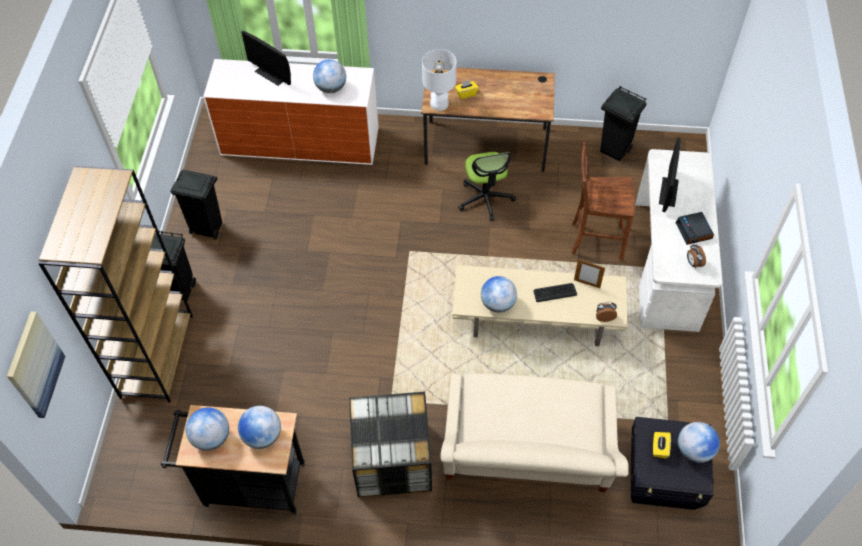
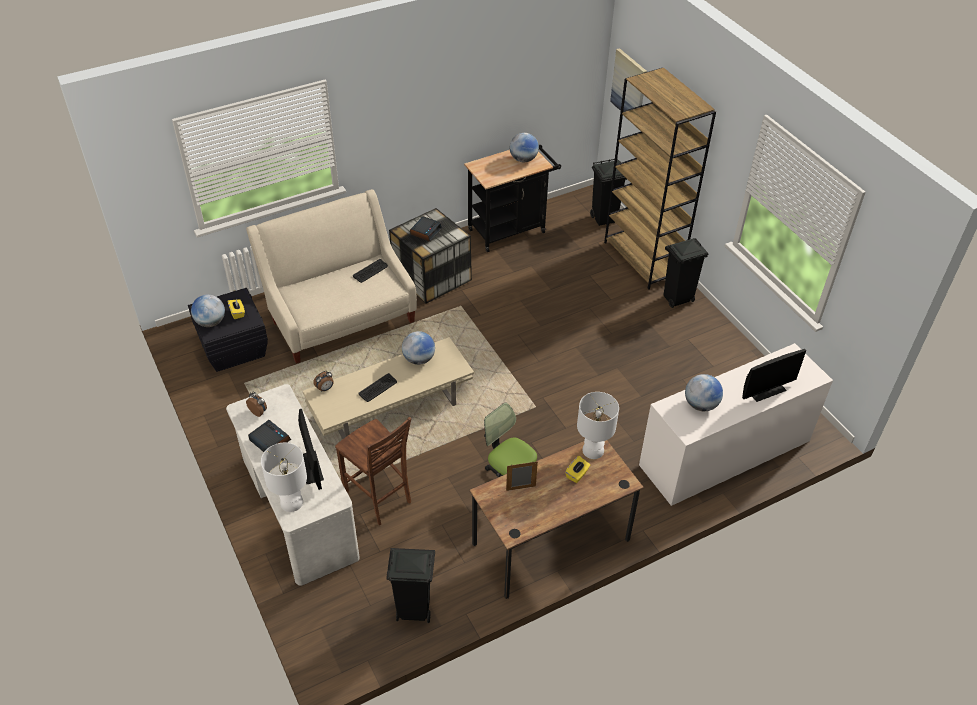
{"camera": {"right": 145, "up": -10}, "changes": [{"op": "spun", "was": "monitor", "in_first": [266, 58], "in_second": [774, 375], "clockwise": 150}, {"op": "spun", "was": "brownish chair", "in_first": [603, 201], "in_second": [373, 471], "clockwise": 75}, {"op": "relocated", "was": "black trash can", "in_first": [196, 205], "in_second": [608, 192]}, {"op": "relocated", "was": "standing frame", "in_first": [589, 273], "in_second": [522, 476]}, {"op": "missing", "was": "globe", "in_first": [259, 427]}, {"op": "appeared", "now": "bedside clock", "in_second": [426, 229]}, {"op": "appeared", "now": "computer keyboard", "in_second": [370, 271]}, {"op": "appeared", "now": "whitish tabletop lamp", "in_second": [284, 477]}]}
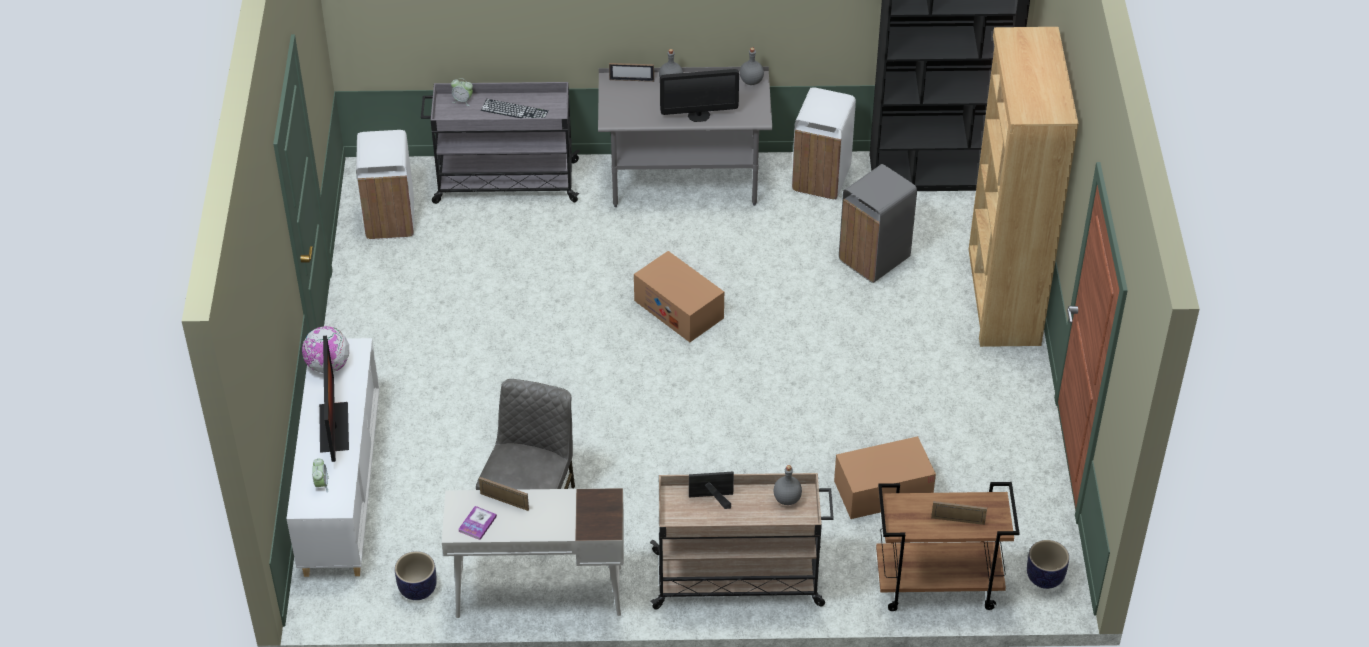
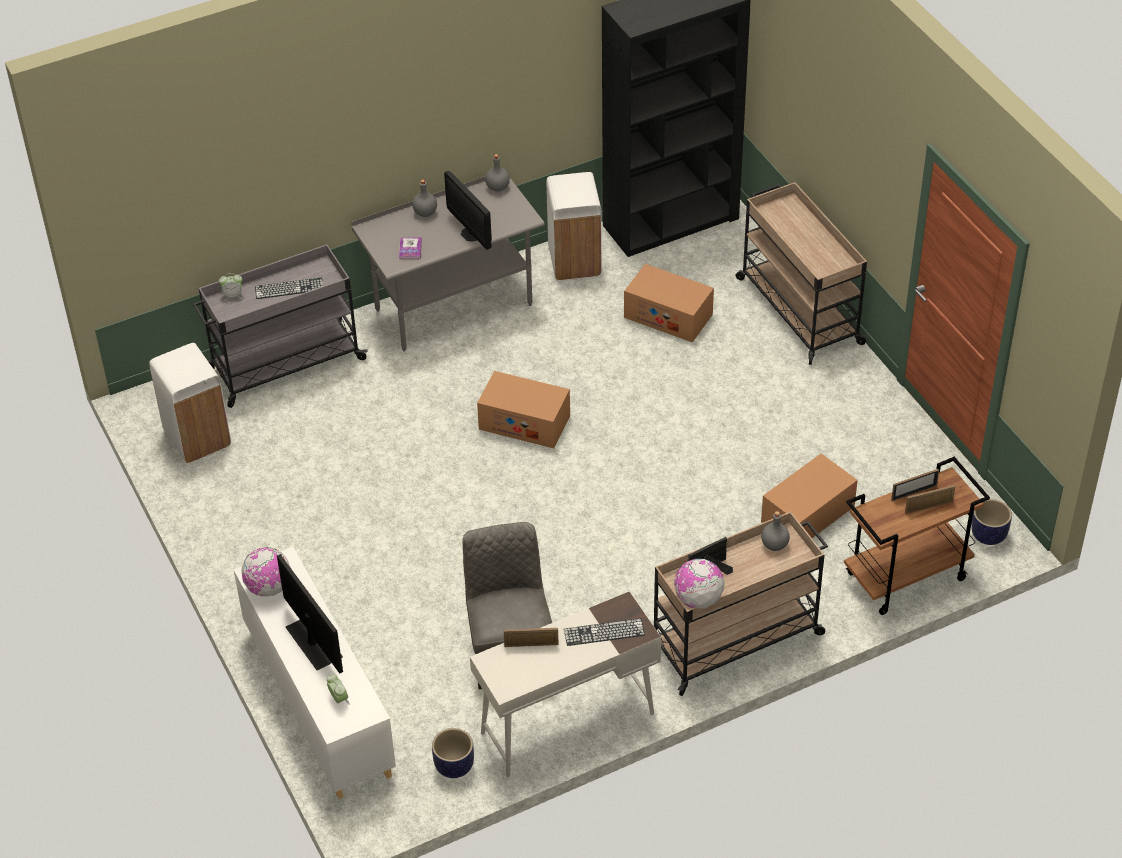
{"camera": {"right": -25, "up": 0}, "changes": [{"op": "exchanged", "was": "brownish bookcase", "now": "sand-coloured wheeled cart", "in_first": [1023, 187], "in_second": [801, 273]}, {"op": "relocated", "was": "standing frame", "in_first": [631, 72], "in_second": [915, 485]}, {"op": "spun", "was": "monitor", "in_first": [699, 95], "in_second": [468, 210], "clockwise": 90}, {"op": "exchanged", "was": "grey trash can", "now": "packing box", "in_first": [878, 223], "in_second": [669, 303]}, {"op": "relocated", "was": "bound book", "in_first": [477, 523], "in_second": [410, 248]}, {"op": "appeared", "now": "globe", "in_second": [699, 583]}, {"op": "appeared", "now": "computer keyboard", "in_second": [604, 632]}]}
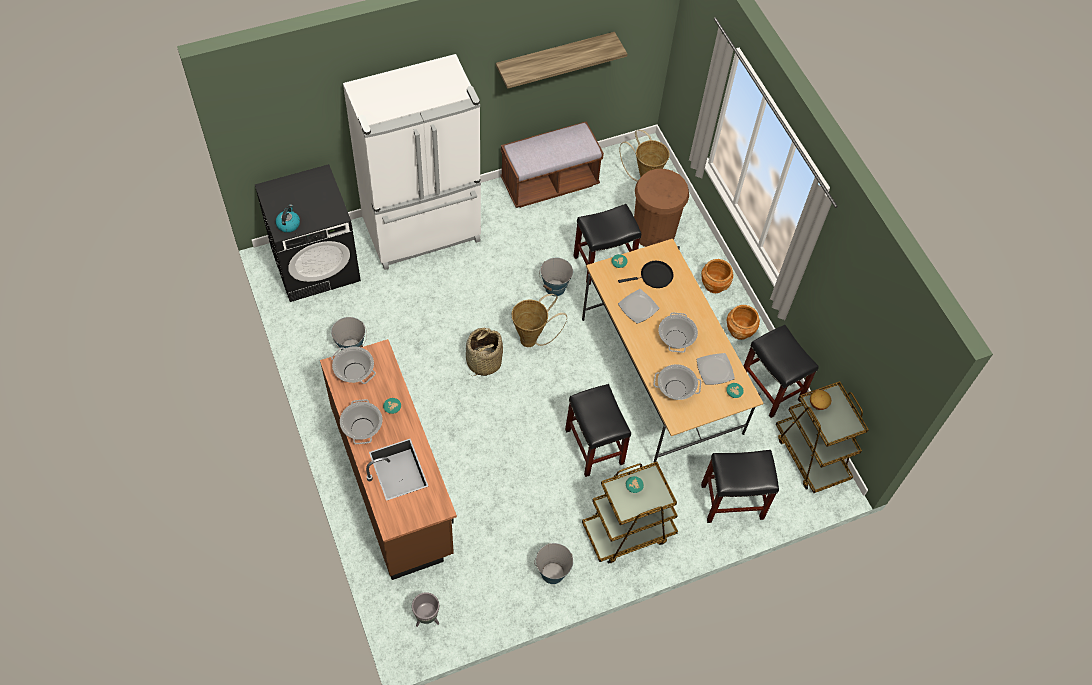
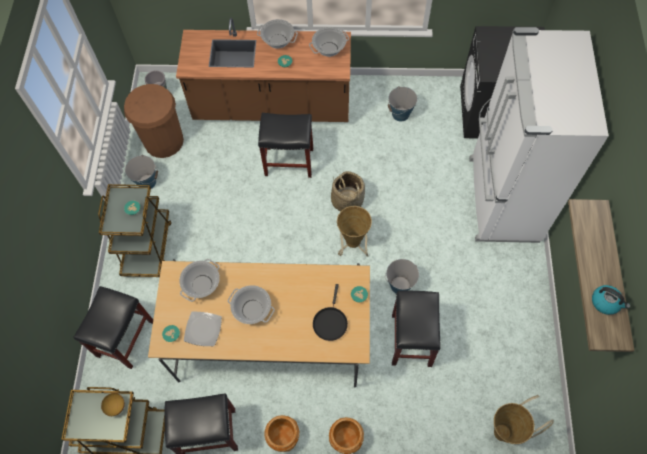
{"camera": {"right": 120, "up": 5}, "changes": [{"op": "missing", "was": "brownish bench", "in_first": [552, 164]}, {"op": "relocated", "was": "brownish trash can", "in_first": [661, 208], "in_second": [154, 121]}, {"op": "relocated", "was": "water kettle", "in_first": [288, 218], "in_second": [611, 300]}, {"op": "missing", "was": "plate", "in_first": [638, 306]}, {"op": "relocated", "was": "black stool", "in_first": [598, 430], "in_second": [285, 145]}]}
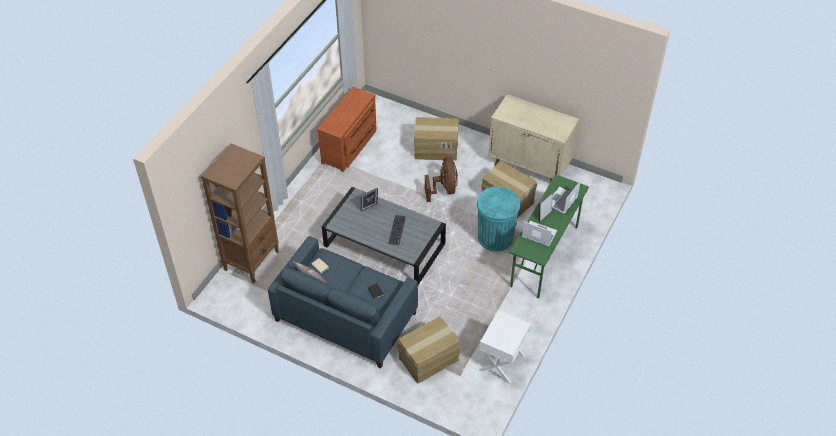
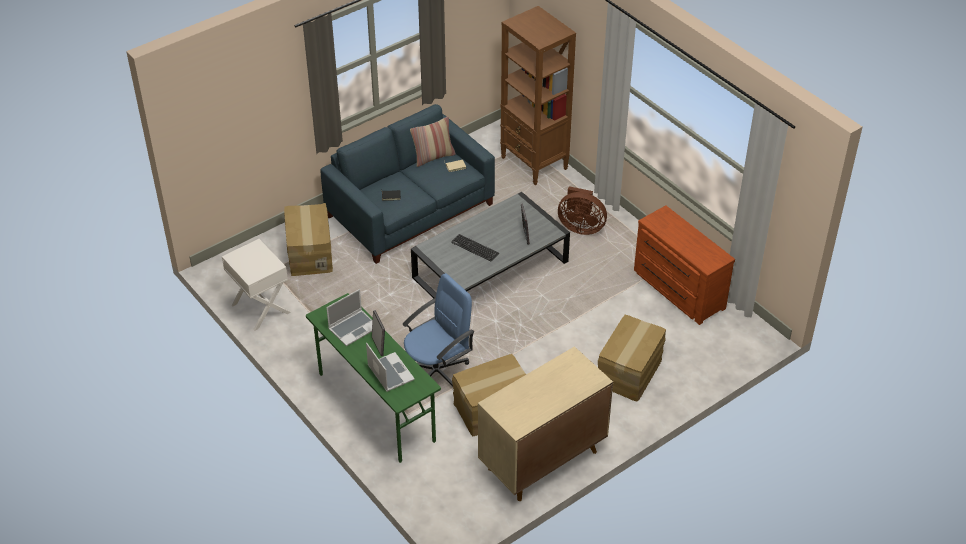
{"camera": {"right": 115, "up": -5}, "changes": [{"op": "relocated", "was": "brownish electric fan", "in_first": [441, 179], "in_second": [582, 210]}, {"op": "exchanged", "was": "turquoise trash can", "now": "bluish desk chair", "in_first": [498, 219], "in_second": [438, 329]}]}
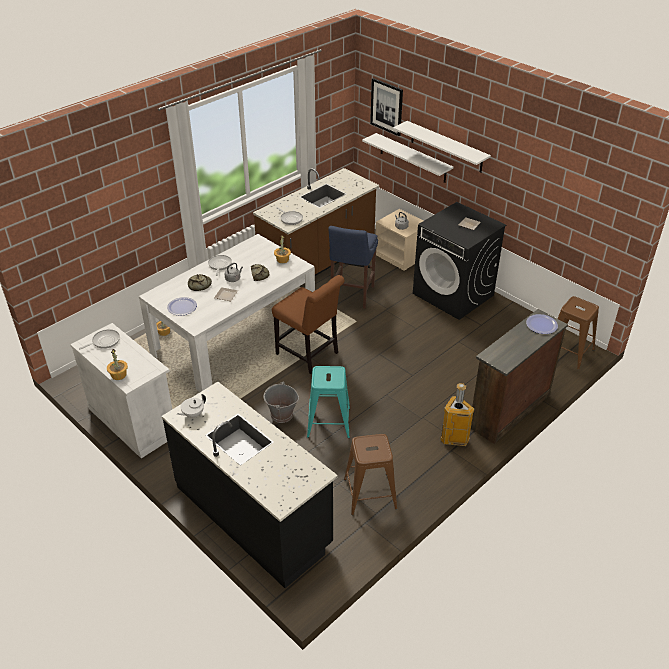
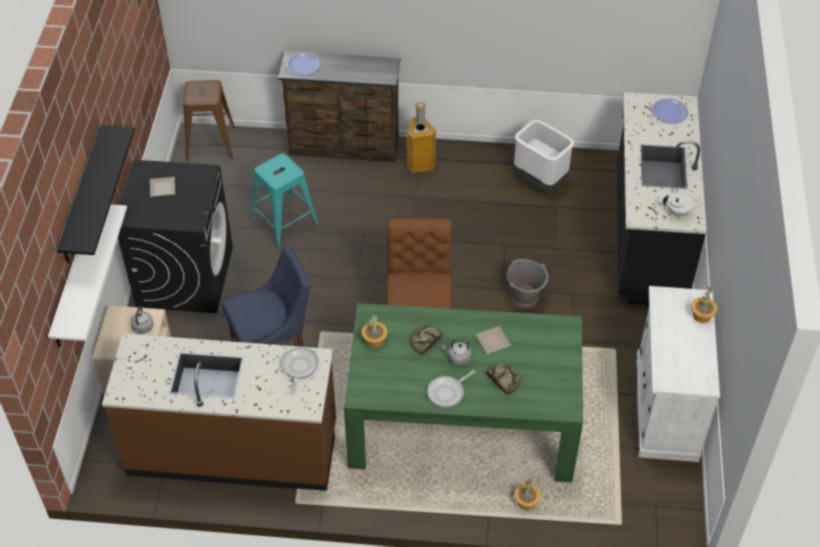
{"camera": {"right": -130, "up": 10}, "changes": [{"op": "missing", "was": "wall picture", "in_first": [386, 107]}, {"op": "colour", "was": "whitish bracket shelf", "now": "black bracket shelf", "in_first": [442, 147], "in_second": [96, 194]}, {"op": "colour", "was": "whitish kitchen table", "now": "green kitchen table", "in_first": [227, 313], "in_second": [463, 392]}, {"op": "relocated", "was": "plate", "in_first": [182, 306], "in_second": [670, 111]}, {"op": "missing", "was": "pan", "in_first": [99, 339]}, {"op": "relocated", "was": "turquoise stool", "in_first": [328, 402], "in_second": [284, 200]}, {"op": "exchanged", "was": "brownish stool", "now": "whitish trash can", "in_first": [370, 474], "in_second": [543, 156]}]}
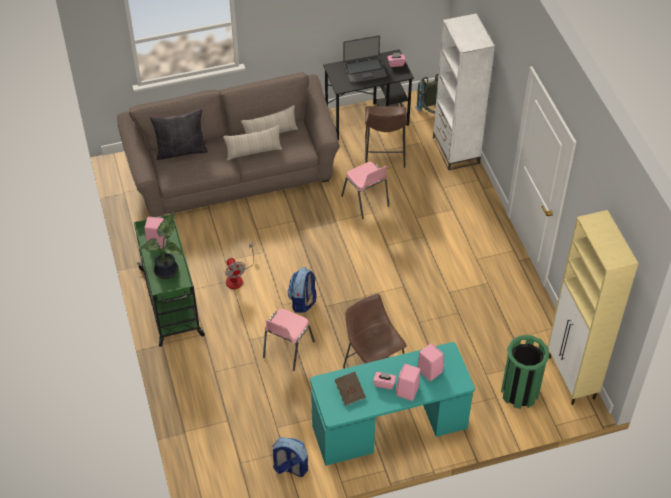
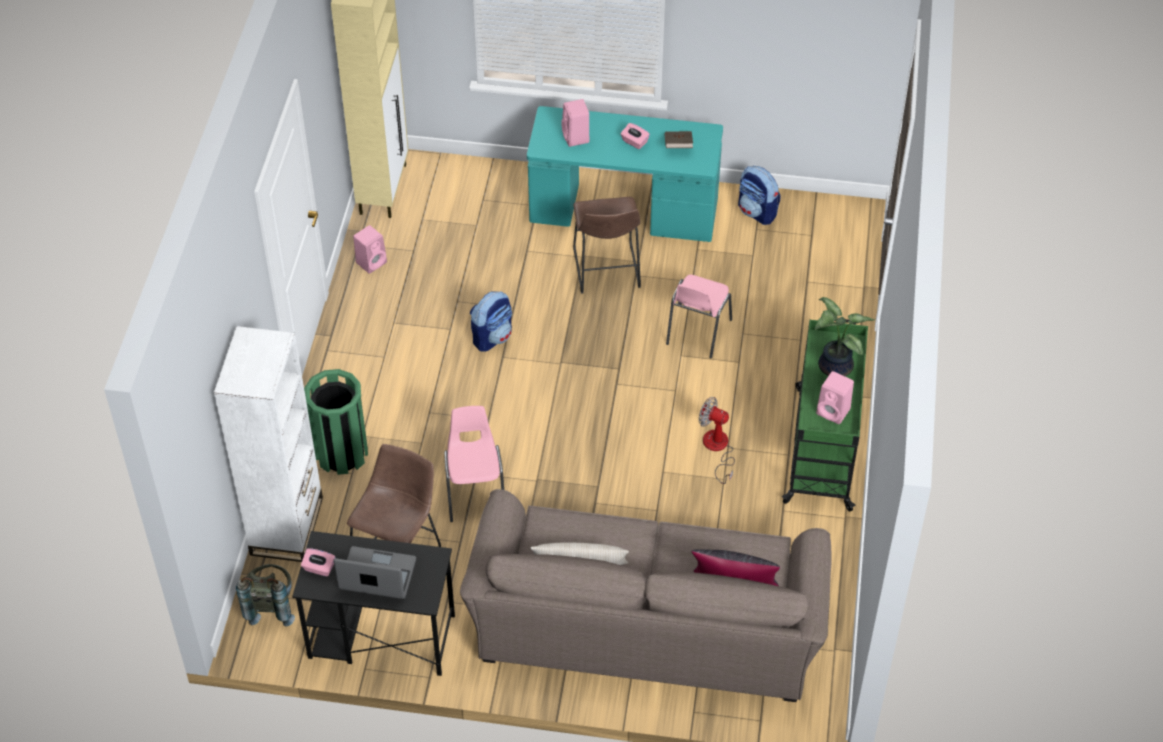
{"camera": {"right": -155, "up": 0}, "changes": [{"op": "missing", "was": "sand-coloured cushion", "in_first": [252, 143]}, {"op": "spun", "was": "electric fan", "in_first": [239, 266], "in_second": [717, 440], "clockwise": -60}, {"op": "relocated", "was": "backpack", "in_first": [302, 290], "in_second": [491, 321]}, {"op": "spun", "was": "pinkish chair", "in_first": [289, 340], "in_second": [699, 316], "clockwise": 150}, {"op": "relocated", "was": "green trash can", "in_first": [525, 372], "in_second": [336, 422]}, {"op": "relocated", "was": "pinkish loudspeaker", "in_first": [408, 382], "in_second": [370, 249]}]}
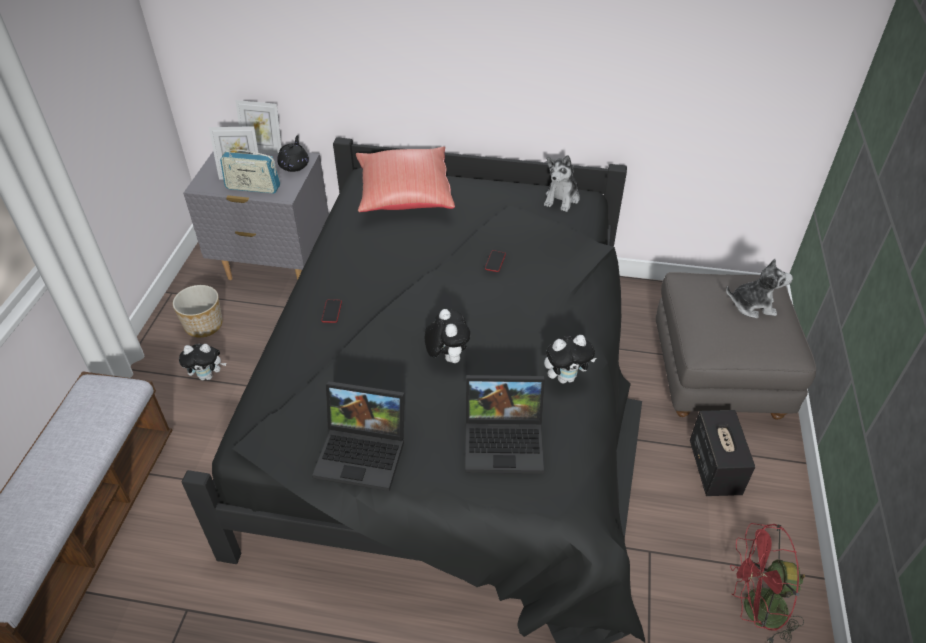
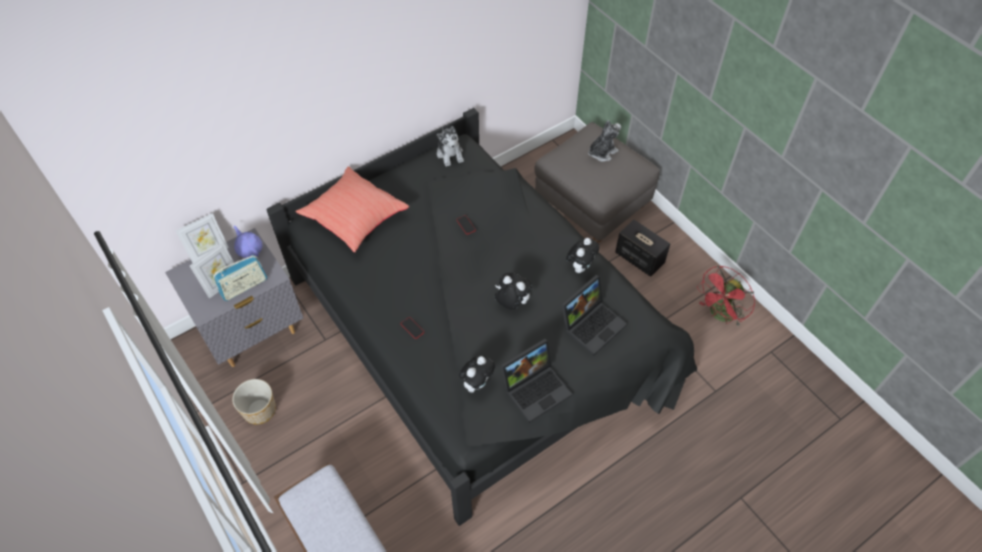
{"camera": {"right": -45, "up": 10}, "changes": [{"op": "colour", "was": "black tea pot", "now": "purple-coloured tea pot", "in_first": [293, 153], "in_second": [248, 241]}, {"op": "relocated", "was": "soft toy", "in_first": [202, 362], "in_second": [477, 374]}]}
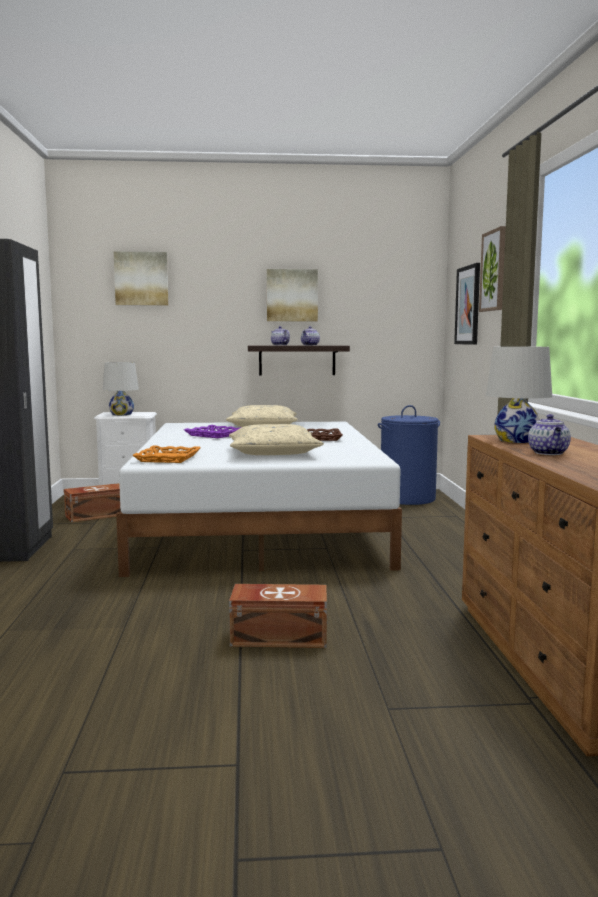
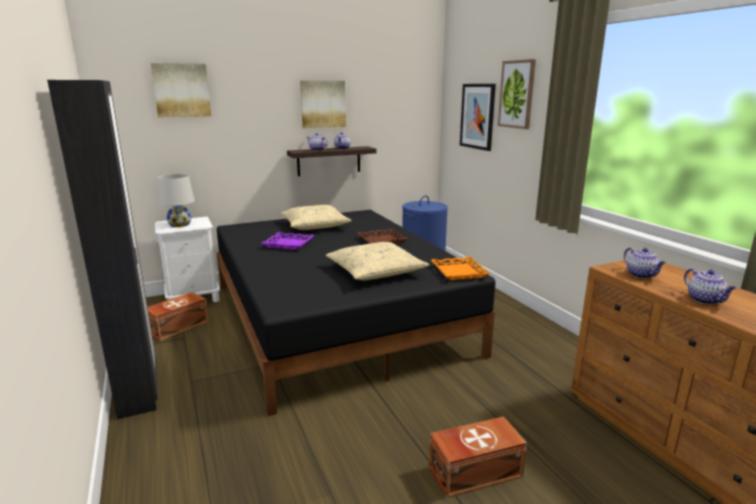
{"camera": {"right": -20, "up": 10}, "changes": [{"op": "exchanged", "was": "whitish tabletop lamp", "now": "tea pot", "in_first": [519, 394], "in_second": [645, 263]}, {"op": "colour", "was": "whitish bed", "now": "black bed", "in_first": [259, 499], "in_second": [356, 313]}, {"op": "relocated", "was": "orange carrying tray", "in_first": [166, 454], "in_second": [460, 268]}]}
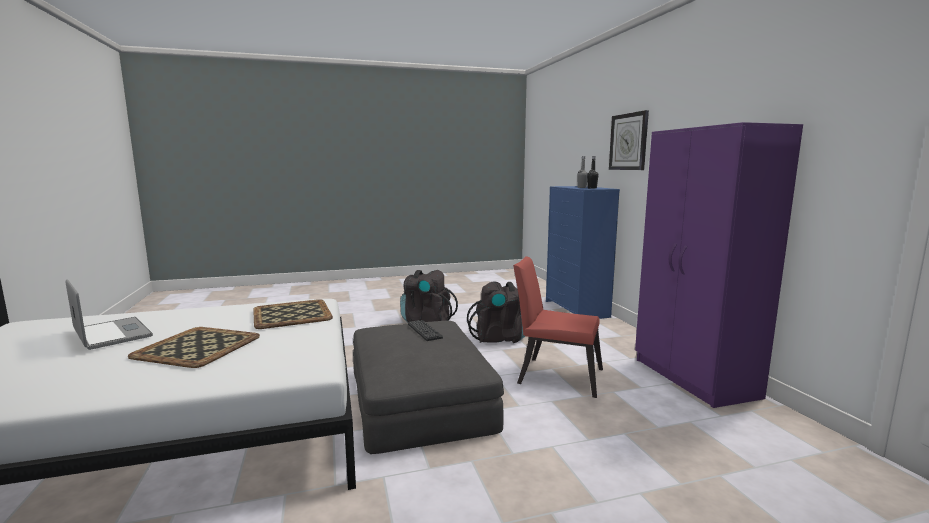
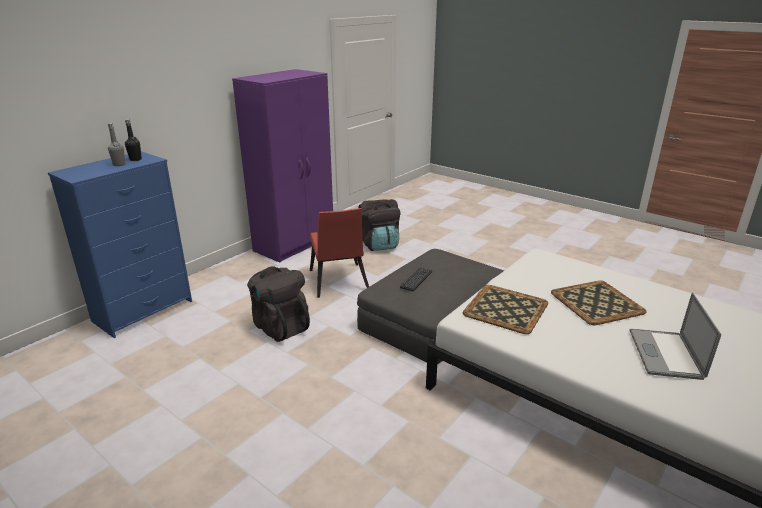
{"camera": {"right": -125, "up": 15}, "changes": [{"op": "missing", "was": "wall clock", "in_first": [629, 140]}, {"op": "relocated", "was": "black backpack", "in_first": [429, 296], "in_second": [379, 225]}]}
